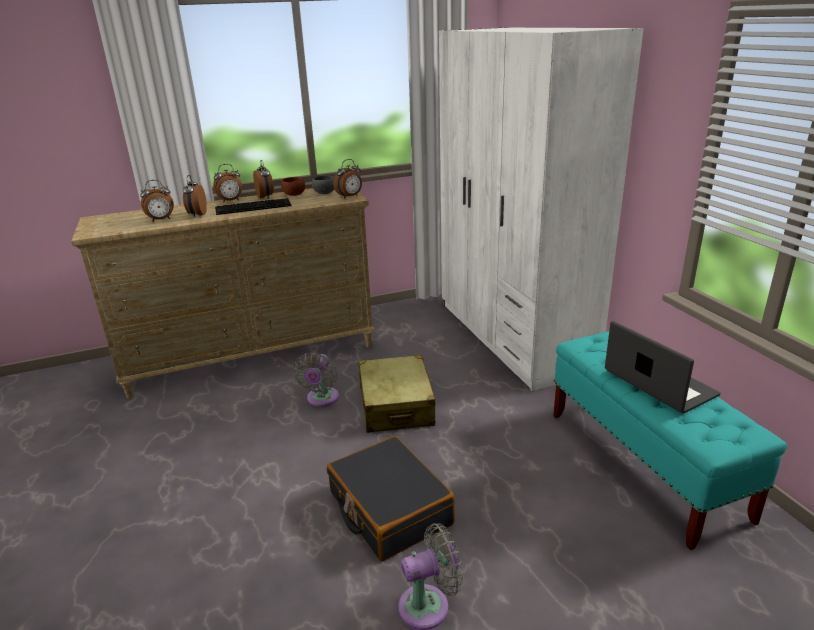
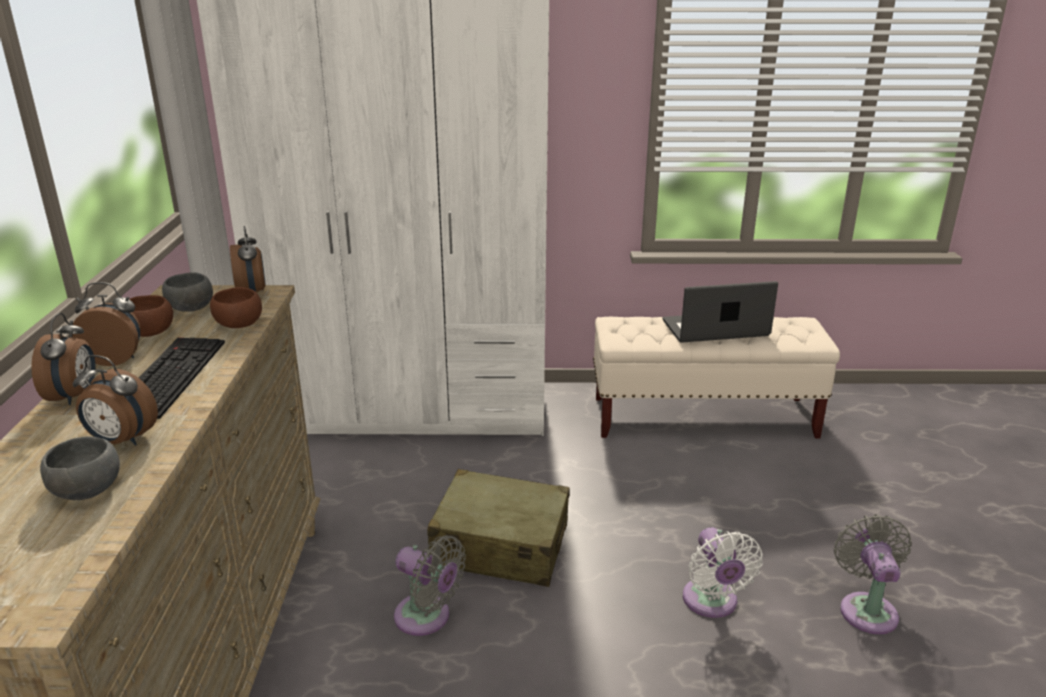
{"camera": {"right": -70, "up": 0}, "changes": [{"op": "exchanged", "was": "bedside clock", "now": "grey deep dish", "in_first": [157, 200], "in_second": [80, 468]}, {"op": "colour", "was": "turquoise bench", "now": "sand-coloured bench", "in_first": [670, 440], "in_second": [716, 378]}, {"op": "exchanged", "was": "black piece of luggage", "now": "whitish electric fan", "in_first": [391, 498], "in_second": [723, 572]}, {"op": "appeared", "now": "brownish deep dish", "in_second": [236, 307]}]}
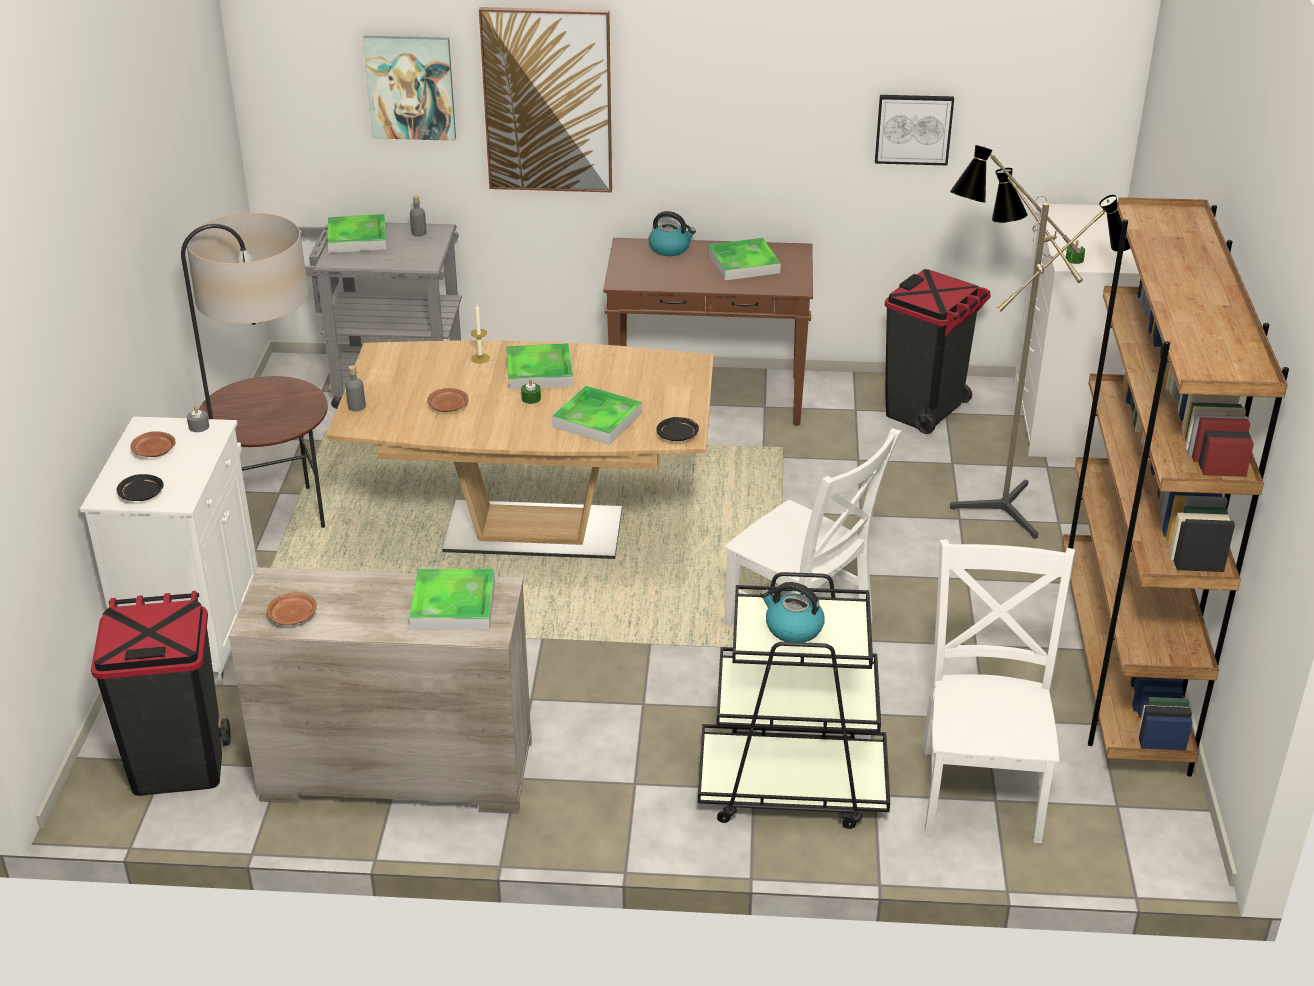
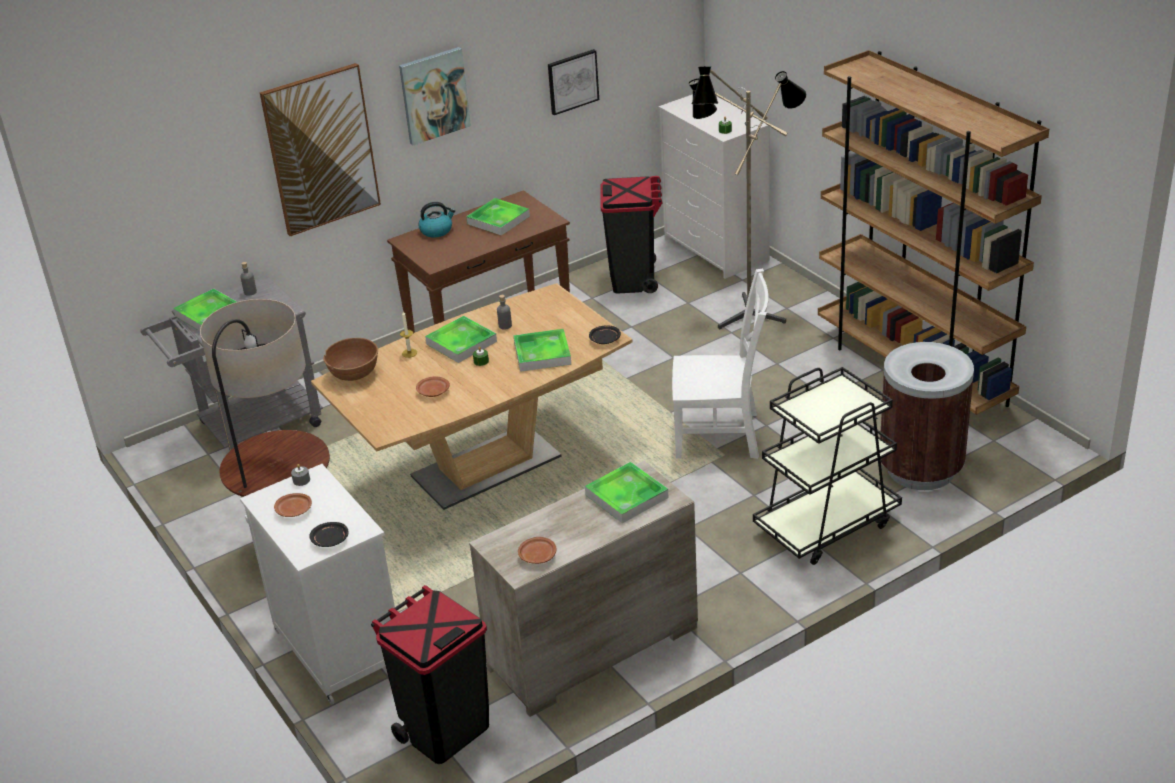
{"camera": {"right": -35, "up": 0}, "changes": [{"op": "relocated", "was": "wall picture", "in_first": [409, 88], "in_second": [435, 96]}, {"op": "relocated", "was": "grey beverage bottle", "in_first": [355, 388], "in_second": [504, 312]}, {"op": "exchanged", "was": "whitish chair", "now": "brownish trash can", "in_first": [998, 691], "in_second": [927, 416]}, {"op": "missing", "was": "water kettle", "in_first": [792, 612]}, {"op": "appeared", "now": "brownish deep dish", "in_second": [350, 359]}]}
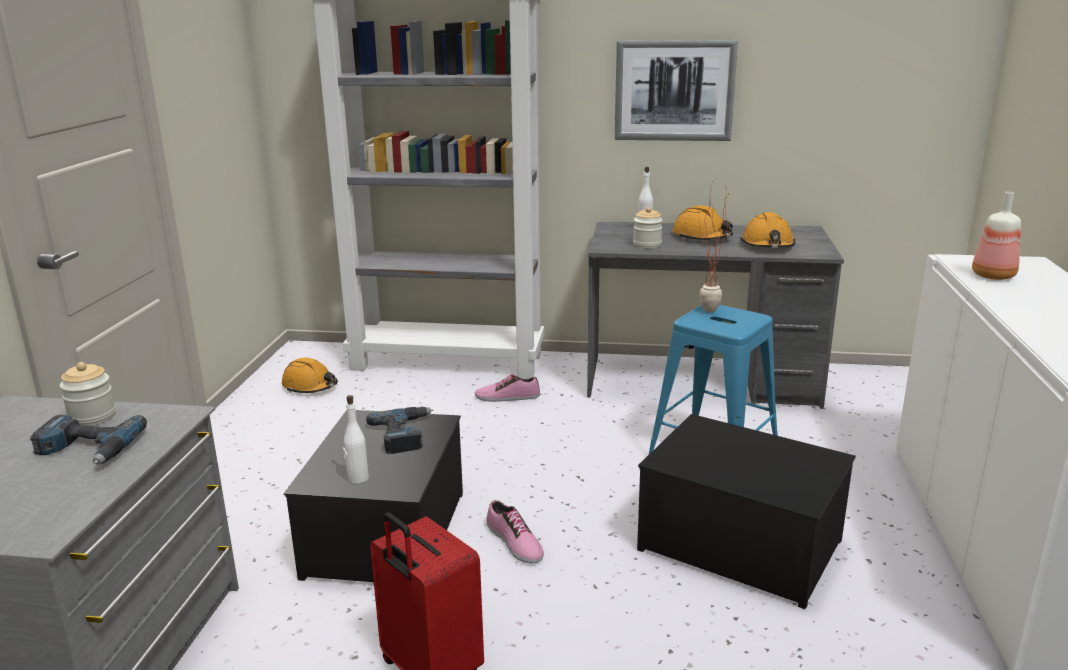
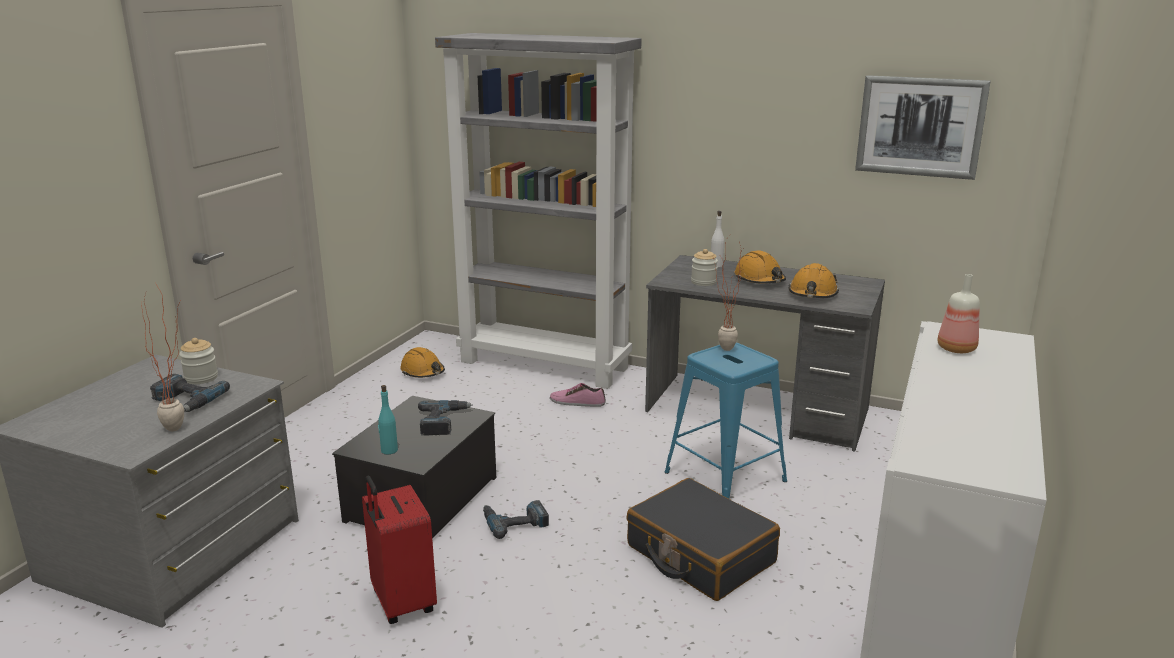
{"camera": {"right": 15, "up": 0}, "changes": [{"op": "relocated", "was": "wall picture", "in_first": [676, 90], "in_second": [923, 127]}, {"op": "colour", "was": "whitish beverage bottle", "now": "turquoise beverage bottle", "in_first": [356, 439], "in_second": [388, 419]}, {"op": "exchanged", "was": "storage container", "now": "black piece of luggage", "in_first": [746, 511], "in_second": [703, 539]}, {"op": "exchanged", "was": "item of footwear", "now": "electric drill", "in_first": [515, 531], "in_second": [516, 519]}, {"op": "appeared", "now": "plant in a pot", "in_second": [162, 357]}]}
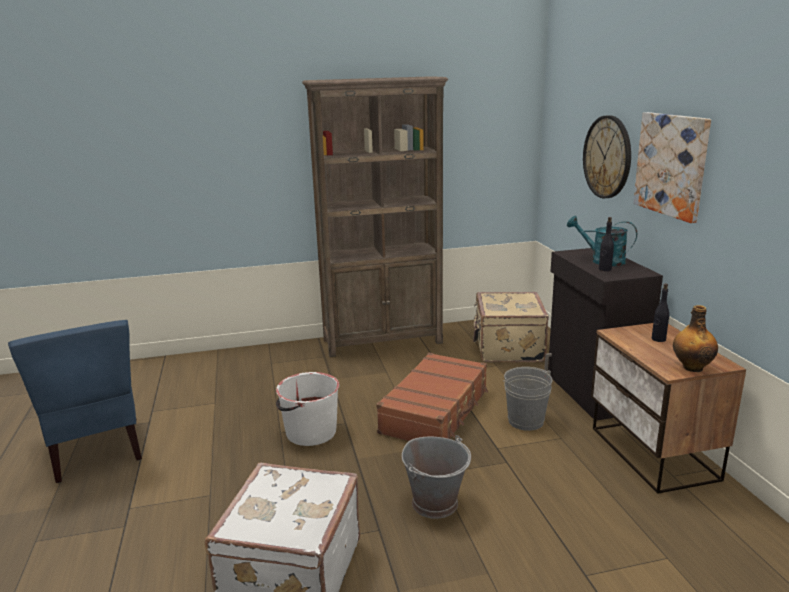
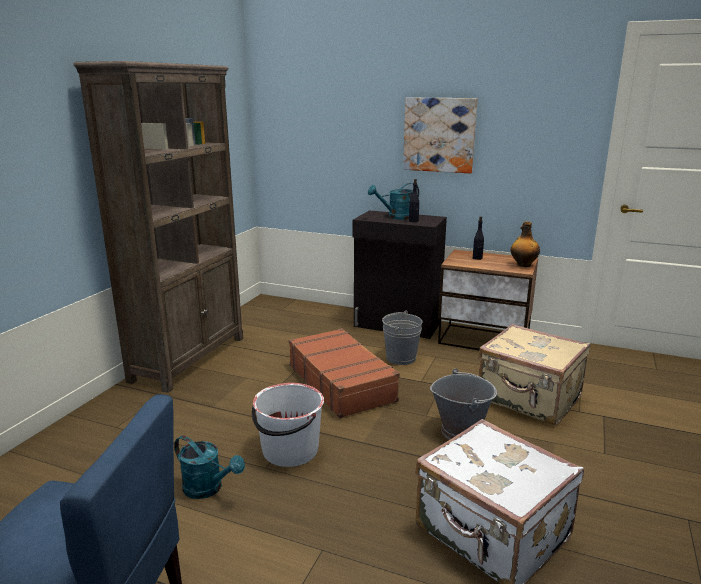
{"camera": {"right": -55, "up": 0}, "changes": [{"op": "missing", "was": "wall clock", "in_first": [607, 156]}, {"op": "relocated", "was": "sand-coloured piece of luggage", "in_first": [511, 327], "in_second": [534, 375]}, {"op": "appeared", "now": "turquoise watering can", "in_second": [209, 467]}]}
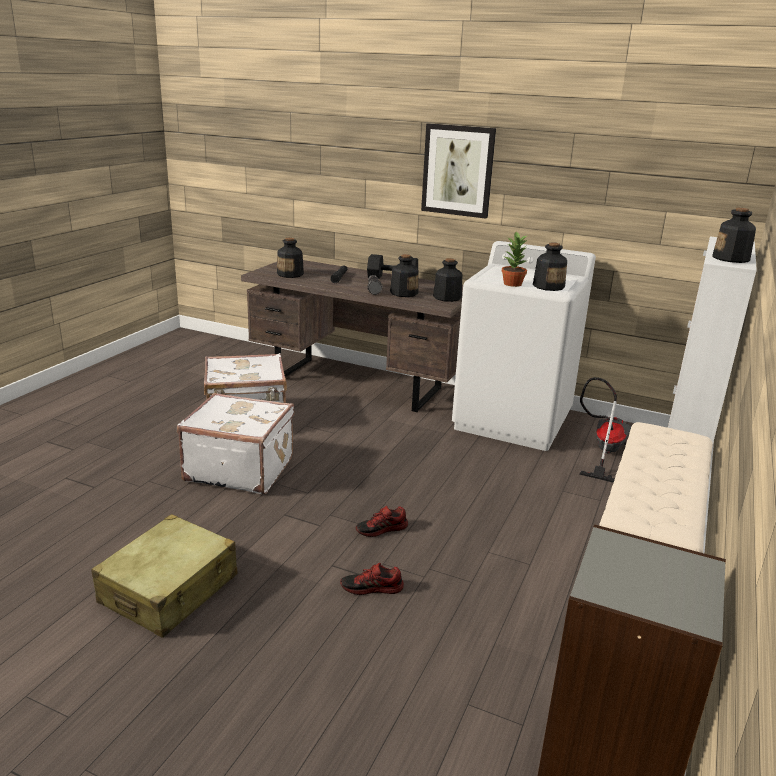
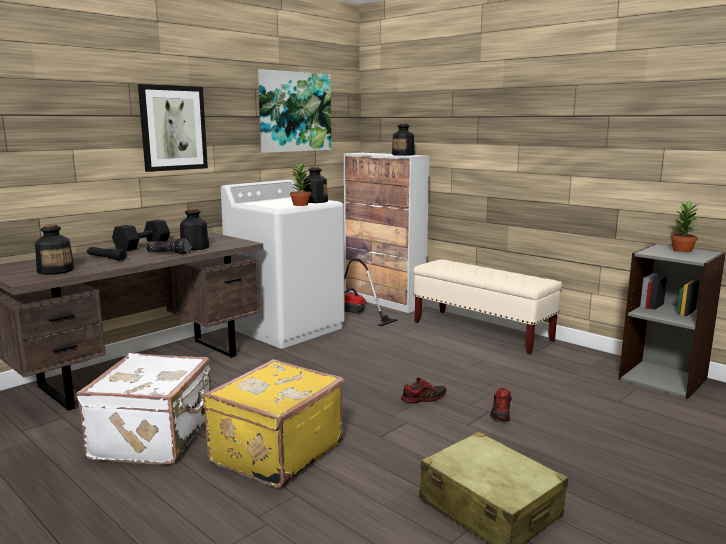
{"camera": {"right": -70, "up": -10}, "changes": [{"op": "missing", "was": "beverage bottle", "in_first": [447, 280]}, {"op": "colour", "was": "whitish piece of luggage", "now": "yellow piece of luggage", "in_first": [235, 443], "in_second": [273, 423]}, {"op": "spun", "was": "item of footwear", "in_first": [382, 521], "in_second": [423, 390], "clockwise": -105}, {"op": "appeared", "now": "wall picture", "in_second": [294, 111]}, {"op": "appeared", "now": "plant in a pot", "in_second": [684, 226]}]}
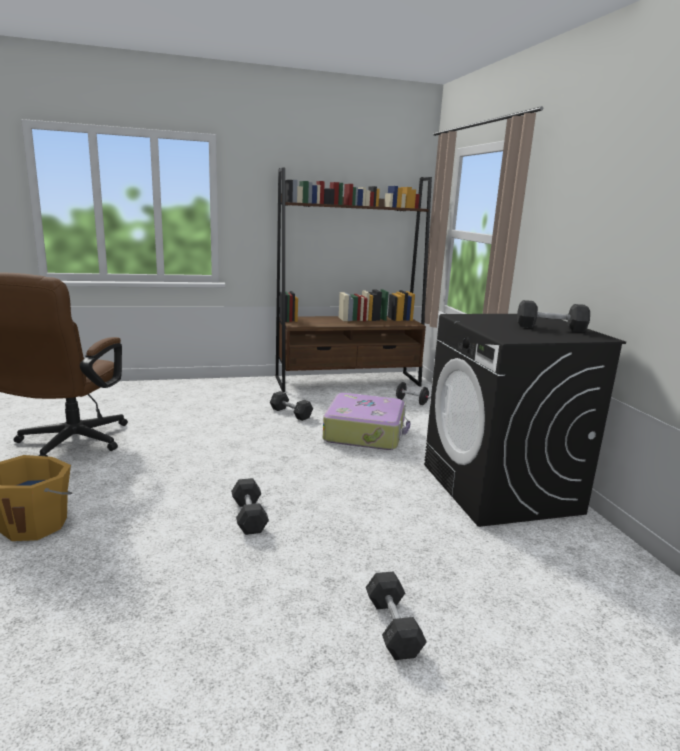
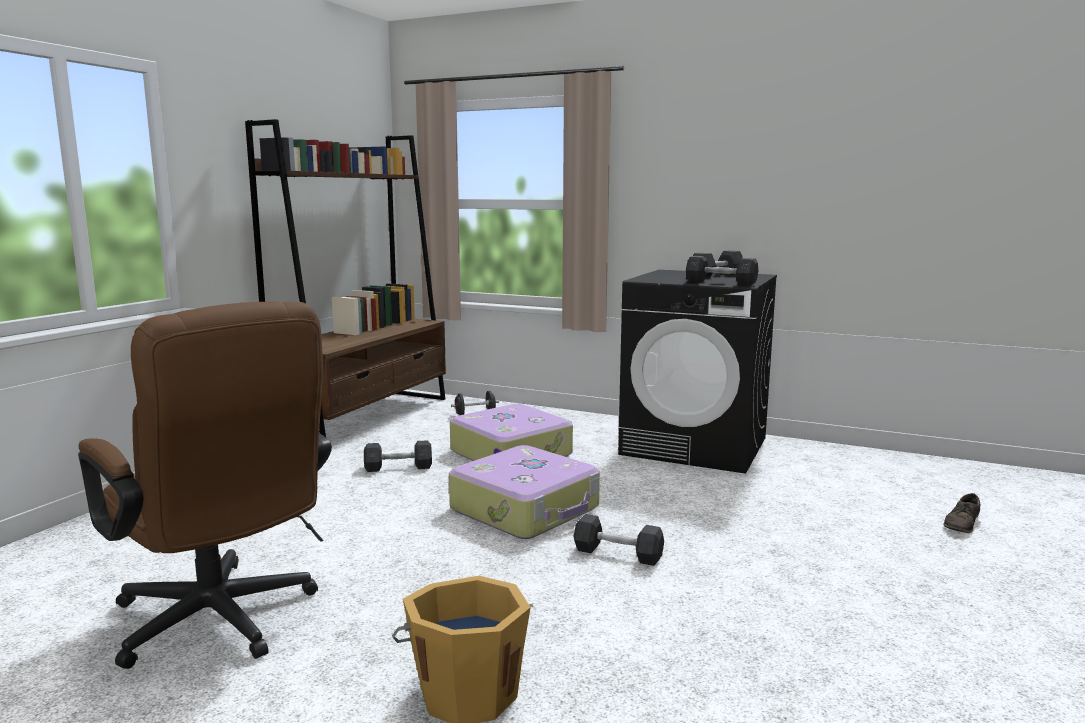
{"camera": {"right": -50, "up": -5}, "changes": [{"op": "relocated", "was": "grey dumbbell", "in_first": [396, 615], "in_second": [722, 271]}, {"op": "appeared", "now": "piece of luggage", "in_second": [524, 492]}, {"op": "appeared", "now": "brownish item of footwear", "in_second": [962, 513]}]}
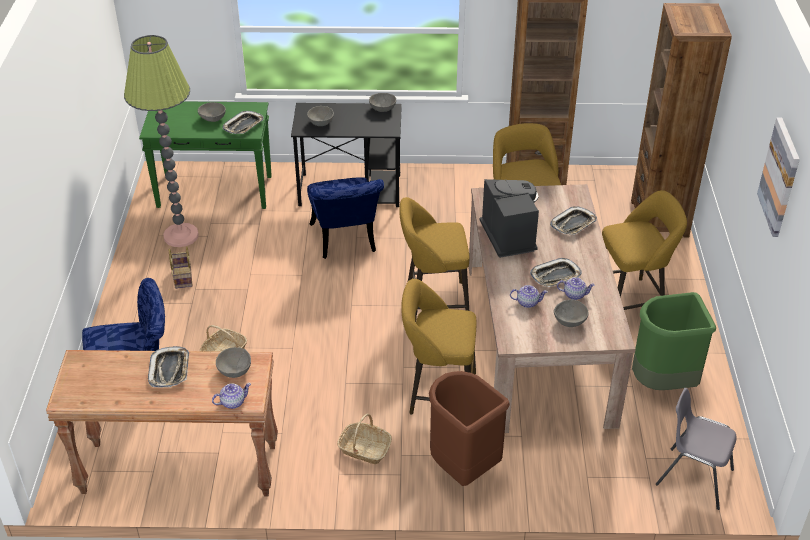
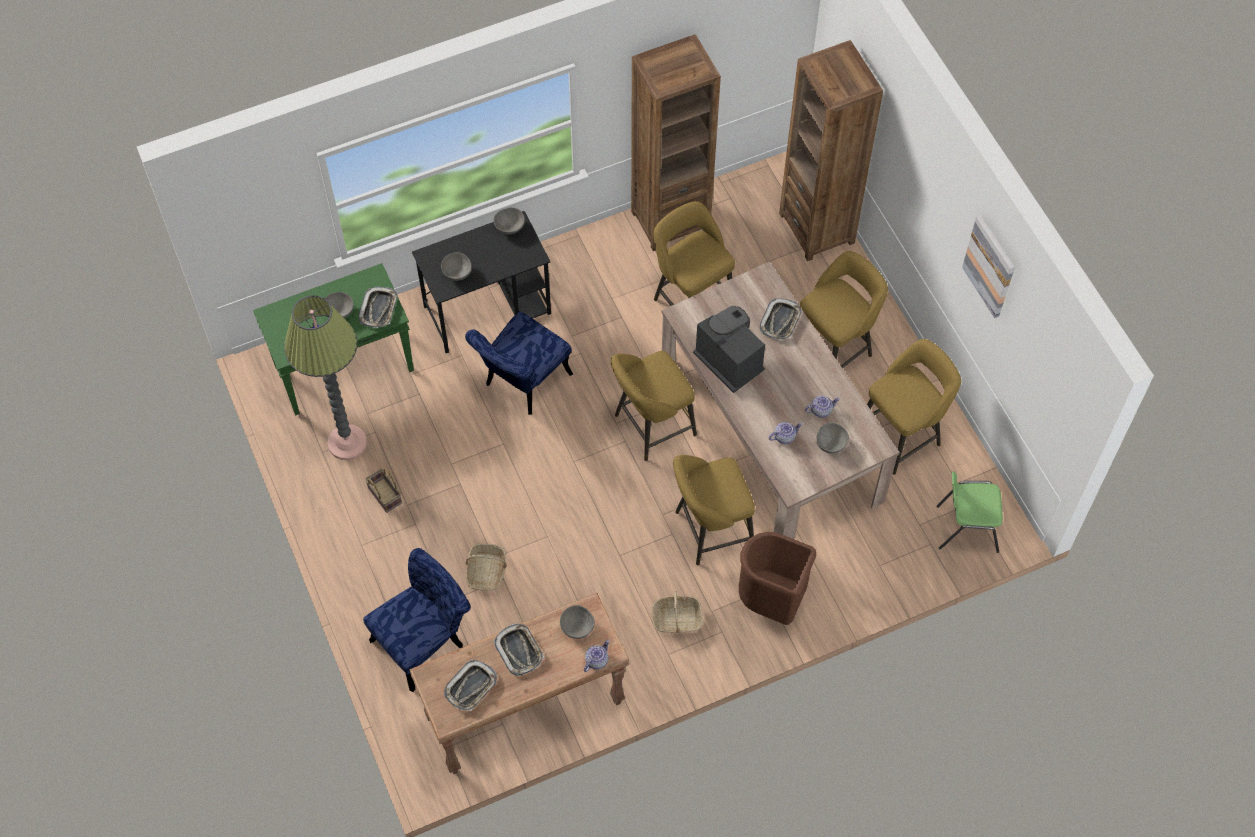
{"camera": {"right": -25, "up": 20}, "changes": [{"op": "spun", "was": "bluish chair", "in_first": [345, 218], "in_second": [519, 363], "clockwise": 75}, {"op": "relocated", "was": "carrying tray", "in_first": [556, 272], "in_second": [470, 685]}, {"op": "exchanged", "was": "green trash can", "now": "yellow stool", "in_first": [674, 341], "in_second": [914, 407]}, {"op": "colour", "was": "grey chair", "now": "green chair", "in_first": [696, 449], "in_second": [970, 512]}]}
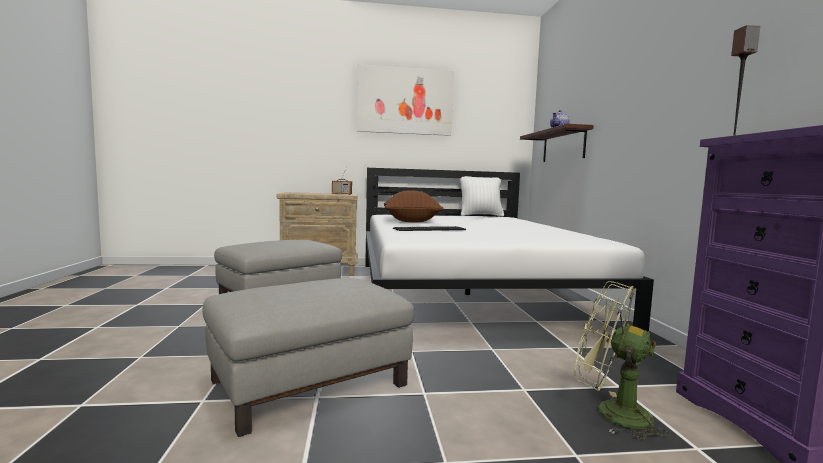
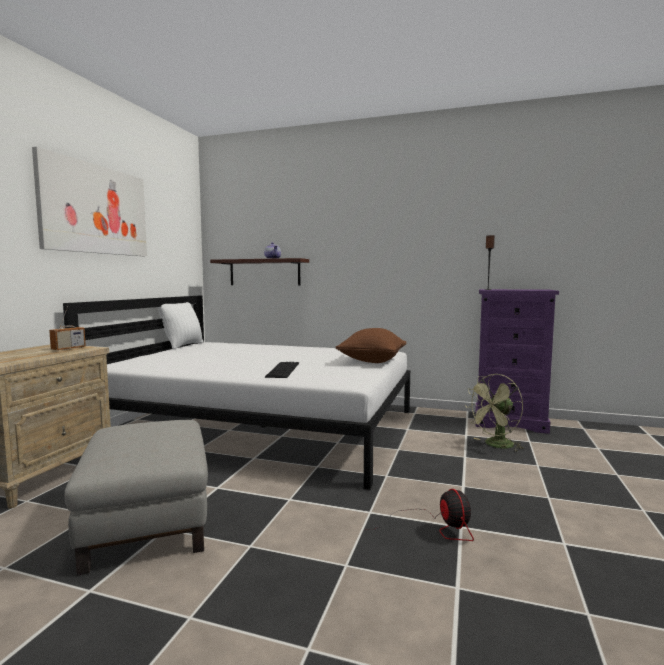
{"camera": {"right": -65, "up": 0}, "changes": [{"op": "relocated", "was": "brownish cushion", "in_first": [413, 206], "in_second": [370, 345]}, {"op": "exchanged", "was": "grey footrest", "now": "electric fan", "in_first": [308, 357], "in_second": [420, 515]}]}
